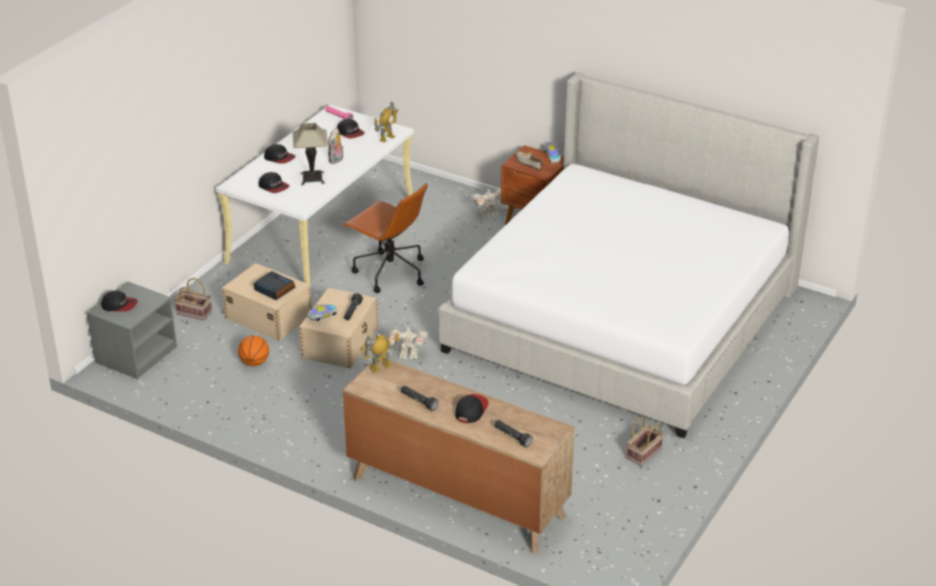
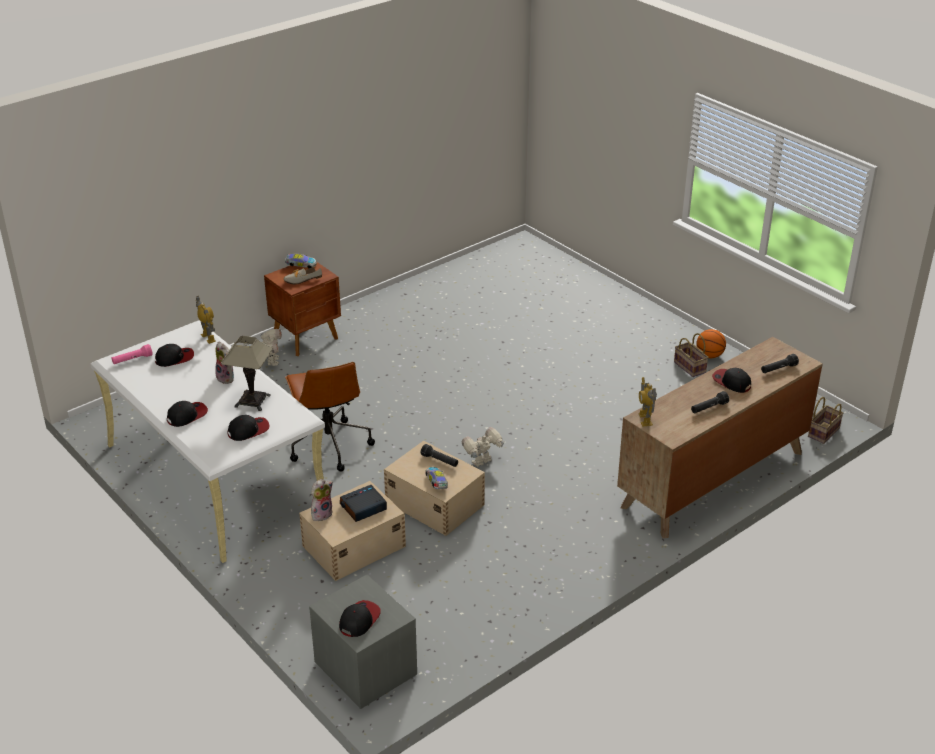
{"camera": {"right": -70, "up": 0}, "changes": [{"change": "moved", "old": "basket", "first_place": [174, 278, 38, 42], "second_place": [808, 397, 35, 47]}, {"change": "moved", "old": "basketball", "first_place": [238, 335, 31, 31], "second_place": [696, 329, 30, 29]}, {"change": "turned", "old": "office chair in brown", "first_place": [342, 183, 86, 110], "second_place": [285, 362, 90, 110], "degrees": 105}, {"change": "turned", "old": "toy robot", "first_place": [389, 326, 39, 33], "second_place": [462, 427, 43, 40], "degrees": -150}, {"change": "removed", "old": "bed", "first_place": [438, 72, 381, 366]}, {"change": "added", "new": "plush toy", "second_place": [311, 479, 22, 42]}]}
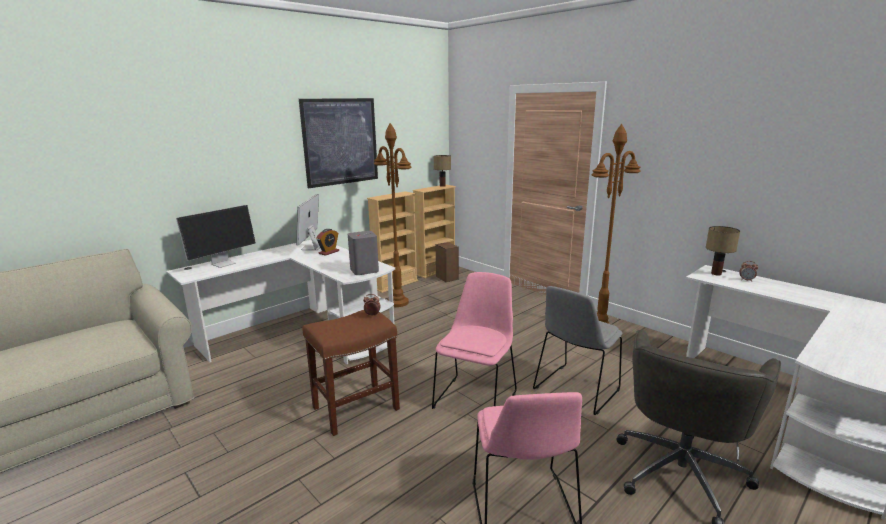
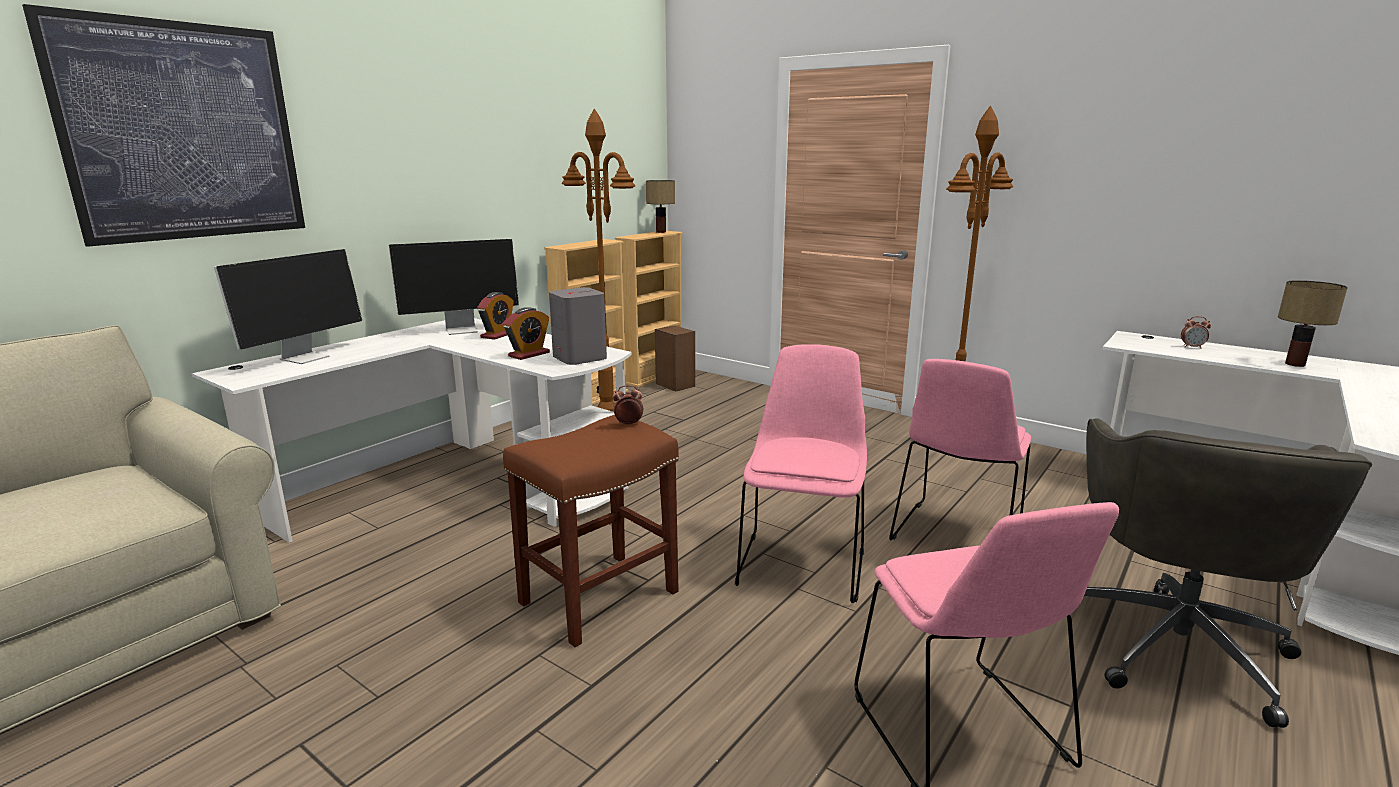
{"camera": {"right": -10, "up": 0}, "changes": [{"change": "turned", "old": "monitor", "first_place": [296, 194, 24, 56], "second_place": [389, 239, 130, 96], "degrees": -105}, {"change": "moved", "old": "picture", "first_place": [299, 98, 79, 90], "second_place": [22, 4, 283, 243]}, {"change": "recoloured", "old": "chair in grey", "new": "chair in pink", "first_place": [533, 286, 89, 129], "second_place": [889, 359, 142, 181]}, {"change": "moved", "old": "table lamp", "first_place": [706, 226, 34, 50], "second_place": [1278, 280, 70, 87]}, {"change": "added", "new": "alarm clock", "second_place": [503, 307, 47, 53]}]}
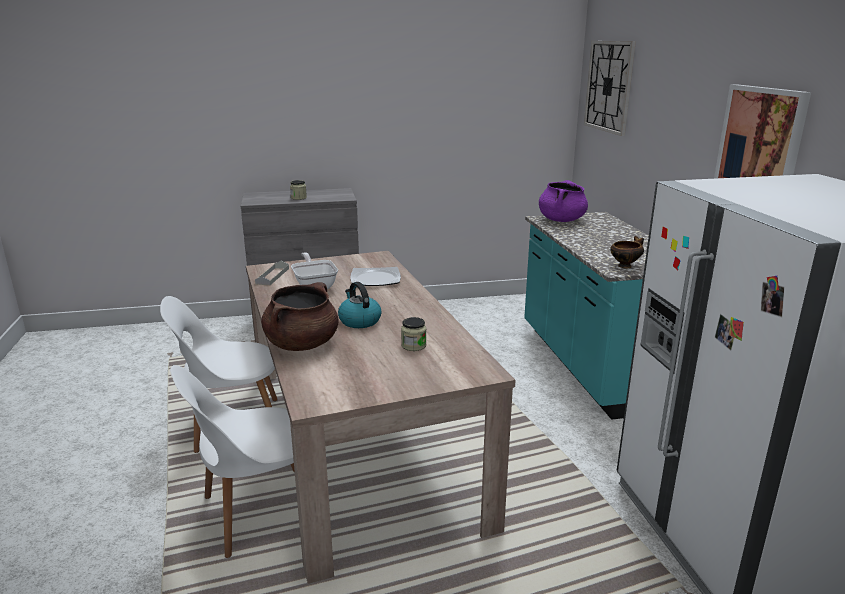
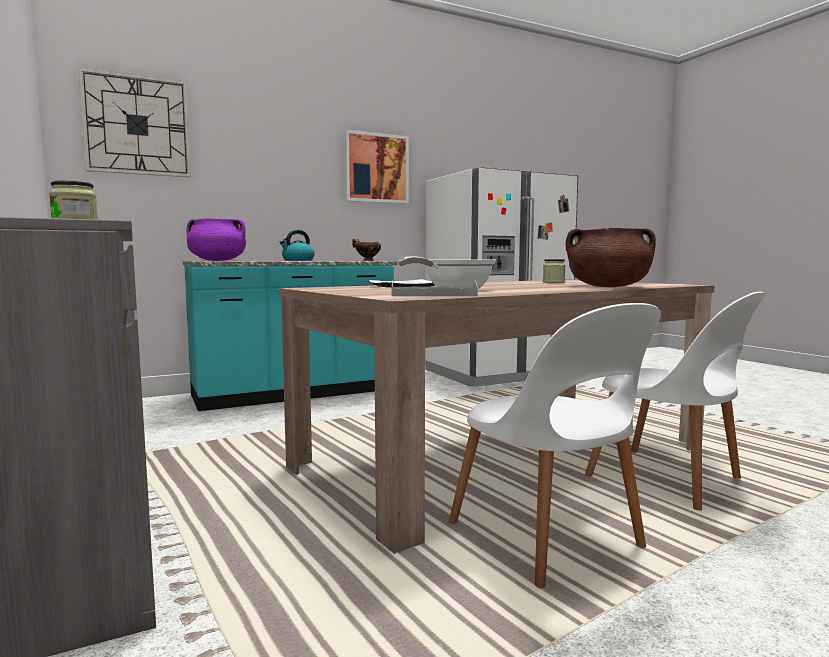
{"camera": {"right": -105, "up": -15}, "changes": [{"change": "moved", "old": "kettle", "first_place": [338, 282, 44, 46], "second_place": [279, 230, 36, 31]}]}
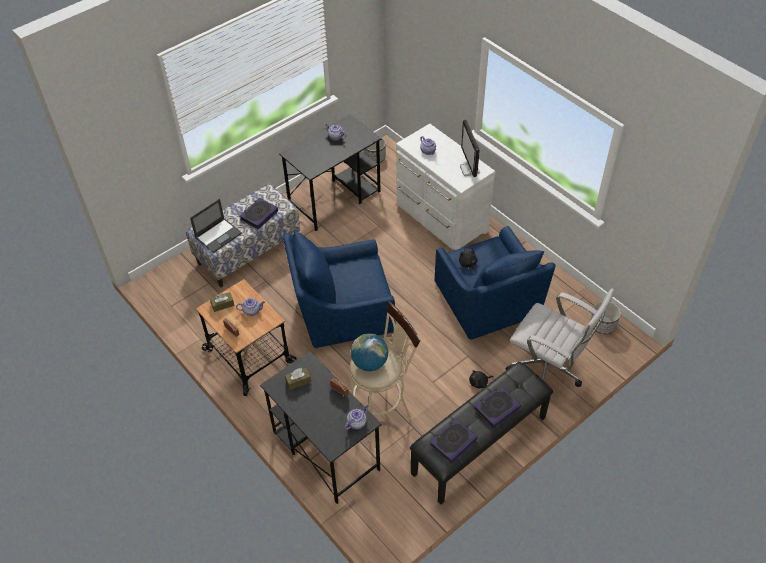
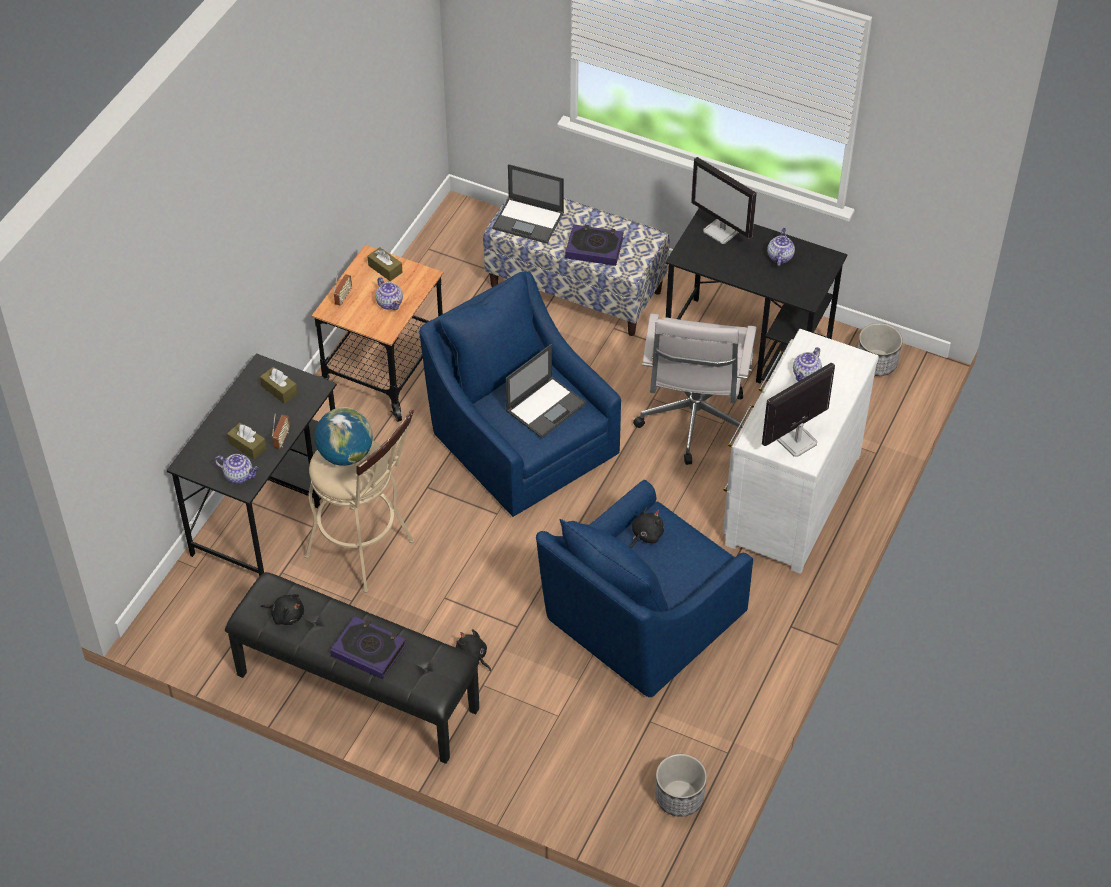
{"camera": {"right": 65, "up": 0}, "changes": [{"change": "replaced", "old": "book", "new": "plush toy in black", "first_place": [429, 418, 48, 46], "second_place": [261, 594, 43, 31]}, {"change": "moved", "old": "office chair in white", "first_place": [506, 288, 108, 99], "second_place": [633, 314, 124, 151]}, {"change": "added", "new": "tissue box in brown", "second_place": [227, 423, 40, 36]}, {"change": "added", "new": "laptop", "second_place": [506, 344, 80, 94]}, {"change": "added", "new": "monitor", "second_place": [691, 157, 66, 87]}]}
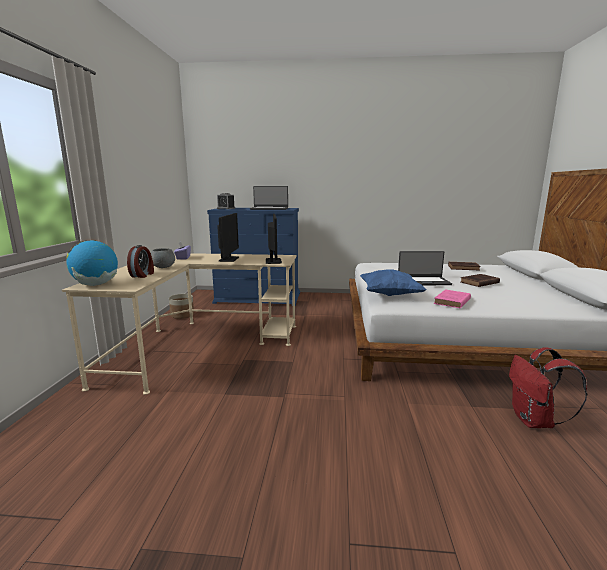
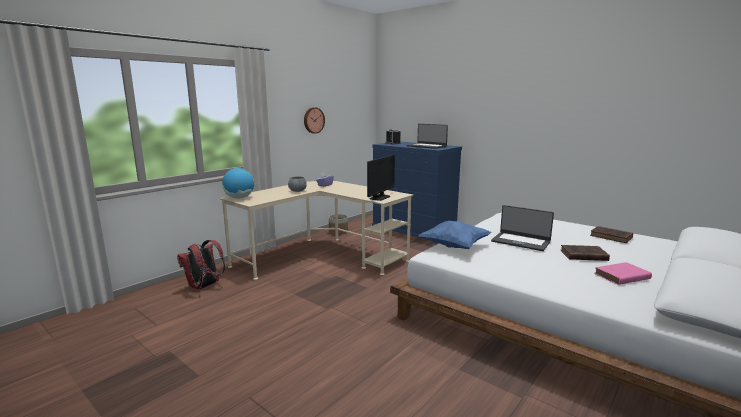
{"camera": {"right": 35, "up": 0}, "changes": [{"change": "removed", "old": "alarm clock", "first_place": [127, 245, 27, 33]}, {"change": "removed", "old": "monitor", "first_place": [217, 213, 22, 49]}, {"change": "moved", "old": "book in pink", "first_place": [434, 290, 37, 18], "second_place": [594, 262, 58, 23]}, {"change": "moved", "old": "backpack in red", "first_place": [509, 347, 78, 81], "second_place": [177, 240, 48, 50]}, {"change": "added", "new": "wall clock", "second_place": [304, 107, 21, 27]}]}
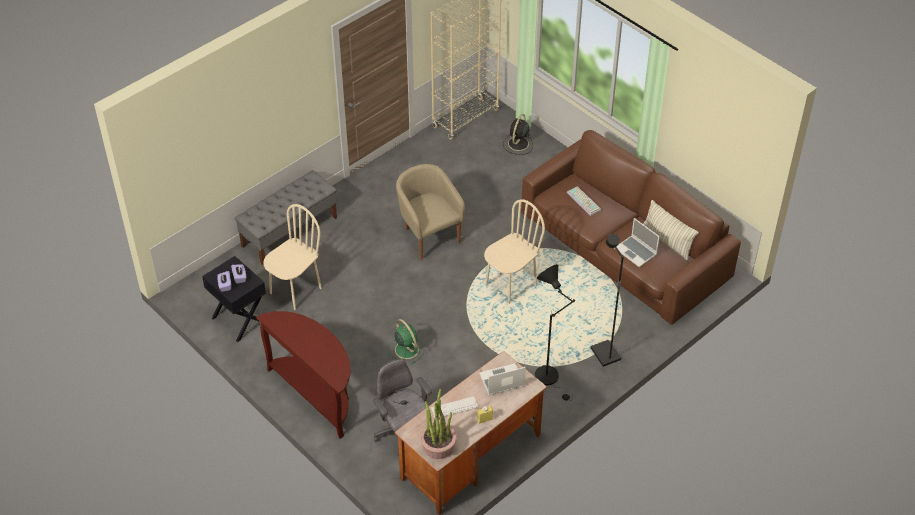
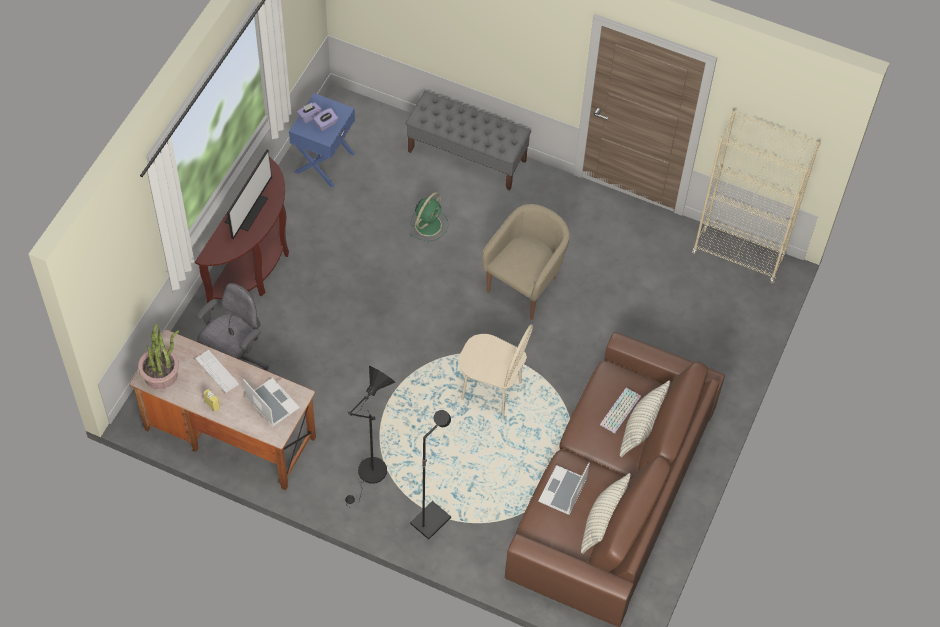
{"camera": {"right": 65, "up": 10}, "changes": [{"change": "recoloured", "old": "nightstand in black", "new": "nightstand in blue", "first_place": [202, 256, 64, 86], "second_place": [289, 93, 66, 94]}, {"change": "removed", "old": "chair in beige", "first_place": [263, 204, 59, 106]}, {"change": "moved", "old": "fan in green", "first_place": [388, 319, 36, 45], "second_place": [411, 192, 37, 49]}, {"change": "removed", "old": "fan in black", "first_place": [503, 114, 30, 41]}, {"change": "added", "new": "monitor", "second_place": [225, 150, 47, 89]}, {"change": "added", "new": "pillow", "second_place": [620, 381, 50, 76]}]}
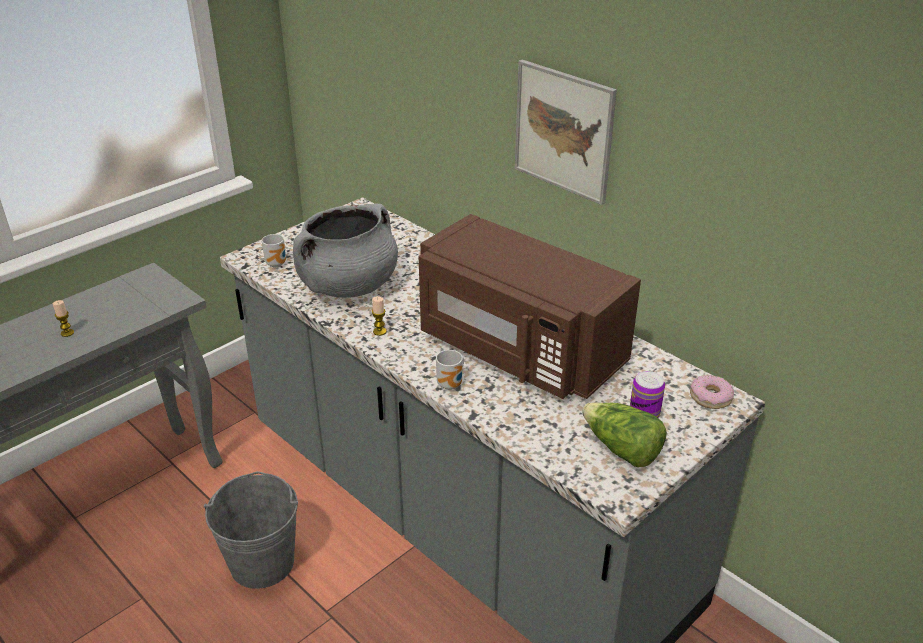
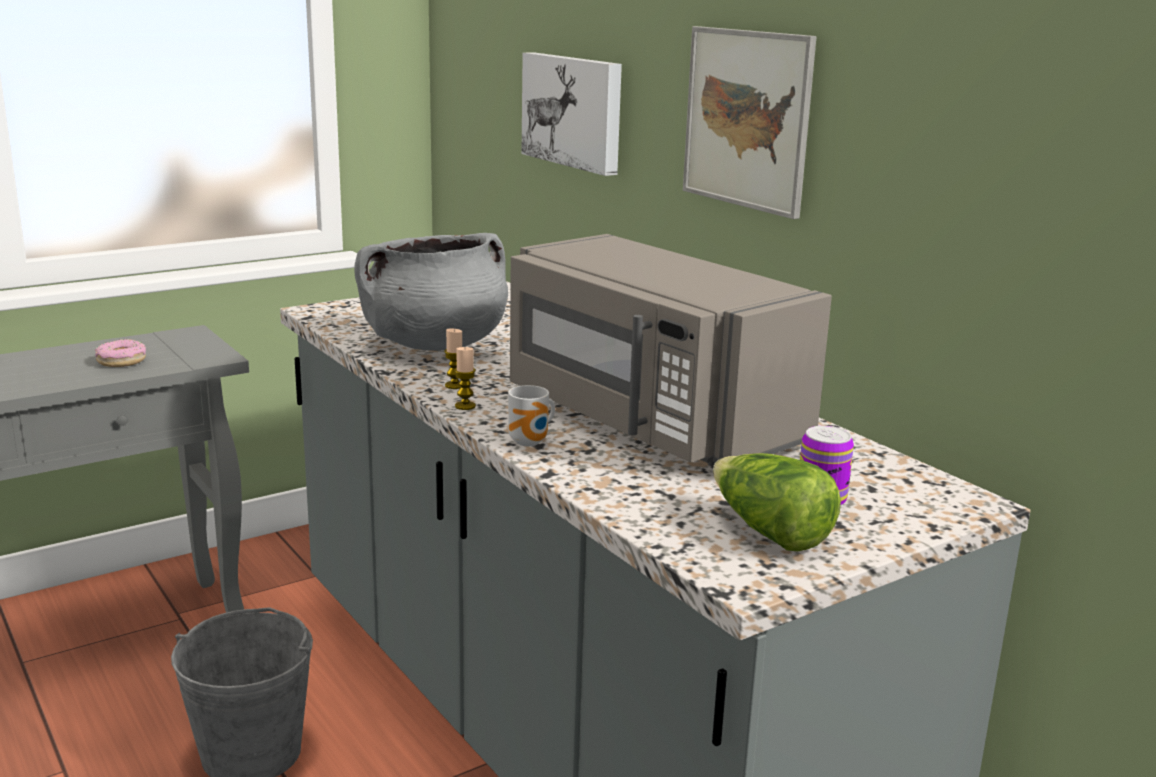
{"camera": {"right": 10, "up": -15}, "changes": [{"change": "moved", "old": "candle", "first_place": [53, 300, 21, 37], "second_place": [455, 347, 21, 63]}, {"change": "removed", "old": "mug", "first_place": [262, 234, 24, 34]}, {"change": "recoloured", "old": "microwave in brown", "new": "microwave in grey", "first_place": [418, 214, 223, 185], "second_place": [510, 234, 322, 232]}, {"change": "moved", "old": "donut", "first_place": [690, 375, 44, 34], "second_place": [95, 339, 51, 28]}, {"change": "added", "new": "picture", "second_place": [522, 52, 100, 124]}]}
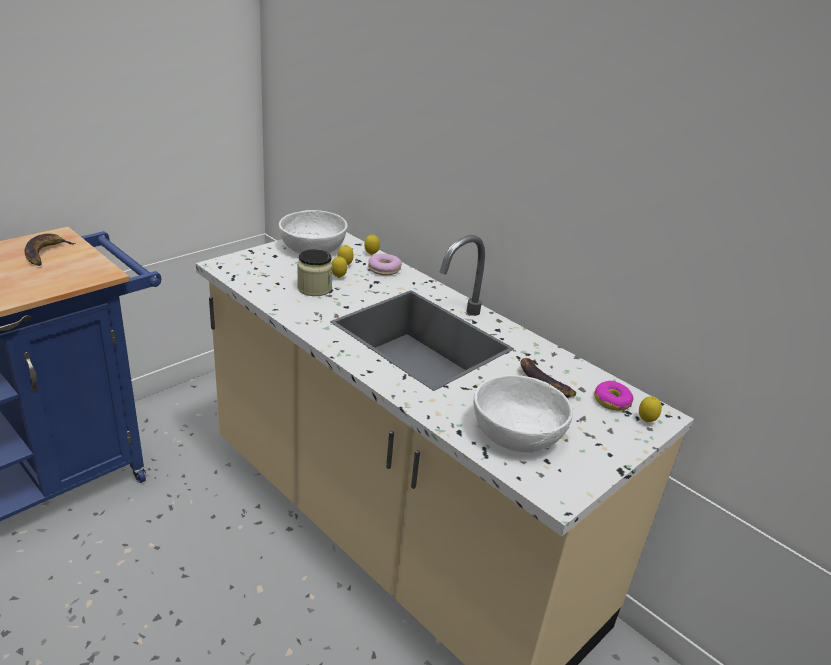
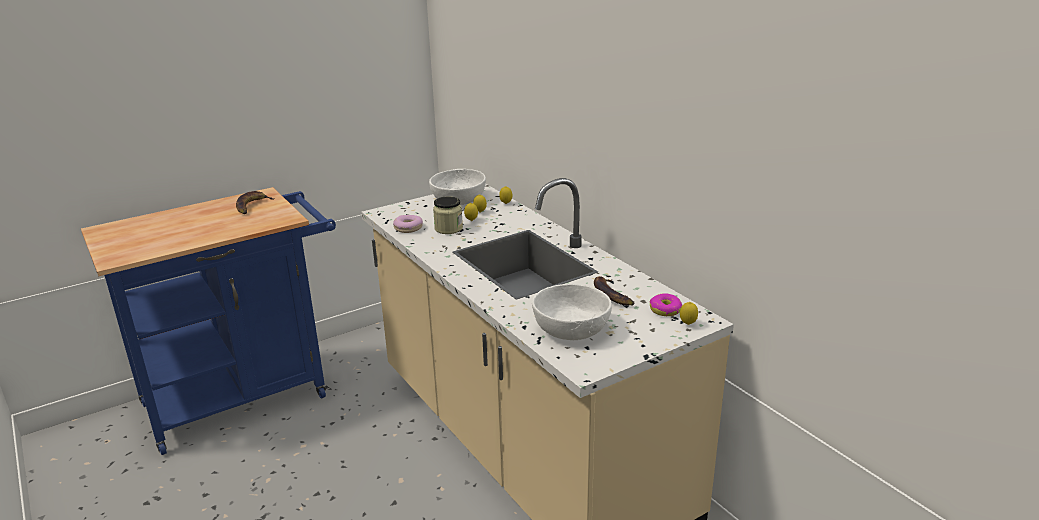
{"camera": {"right": 15, "up": -5}, "changes": [{"change": "moved", "old": "donut", "first_place": [368, 254, 34, 22], "second_place": [393, 215, 30, 18]}]}
